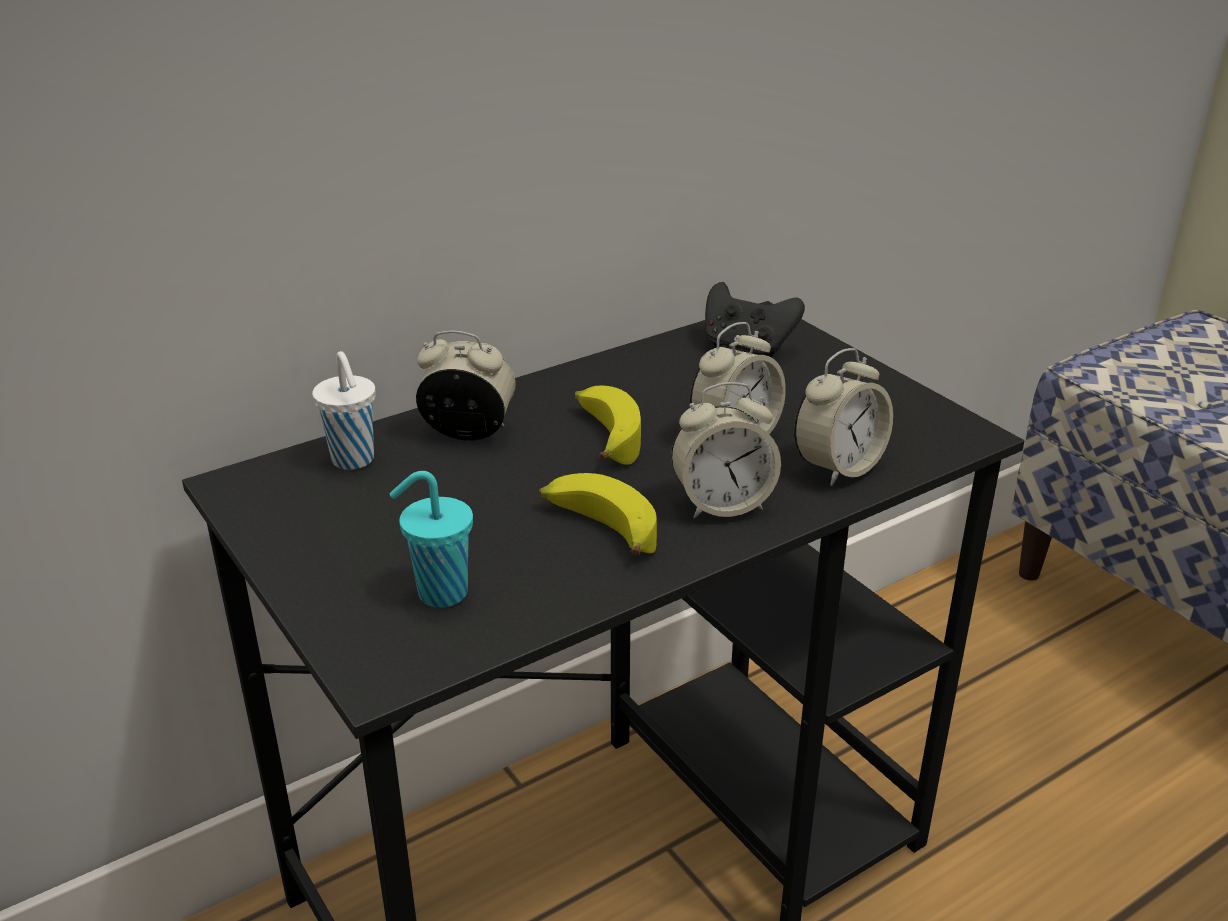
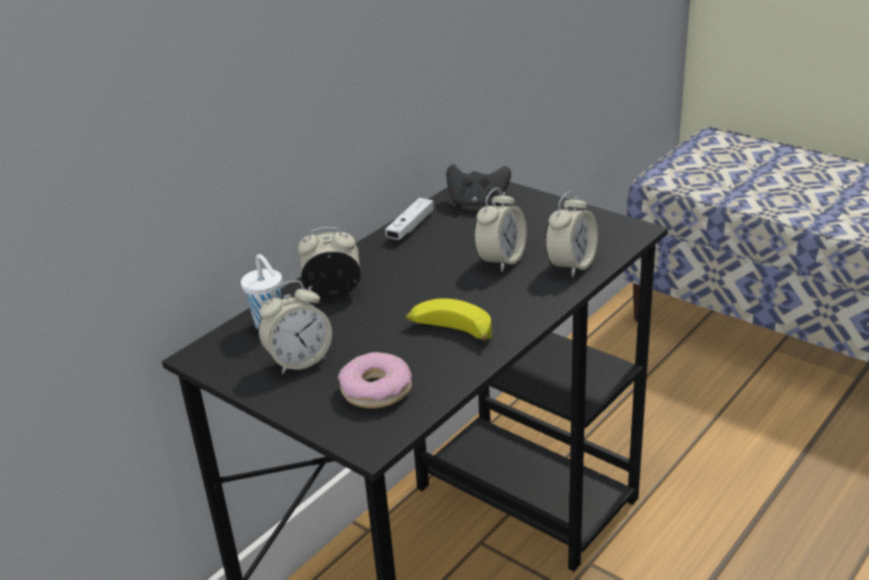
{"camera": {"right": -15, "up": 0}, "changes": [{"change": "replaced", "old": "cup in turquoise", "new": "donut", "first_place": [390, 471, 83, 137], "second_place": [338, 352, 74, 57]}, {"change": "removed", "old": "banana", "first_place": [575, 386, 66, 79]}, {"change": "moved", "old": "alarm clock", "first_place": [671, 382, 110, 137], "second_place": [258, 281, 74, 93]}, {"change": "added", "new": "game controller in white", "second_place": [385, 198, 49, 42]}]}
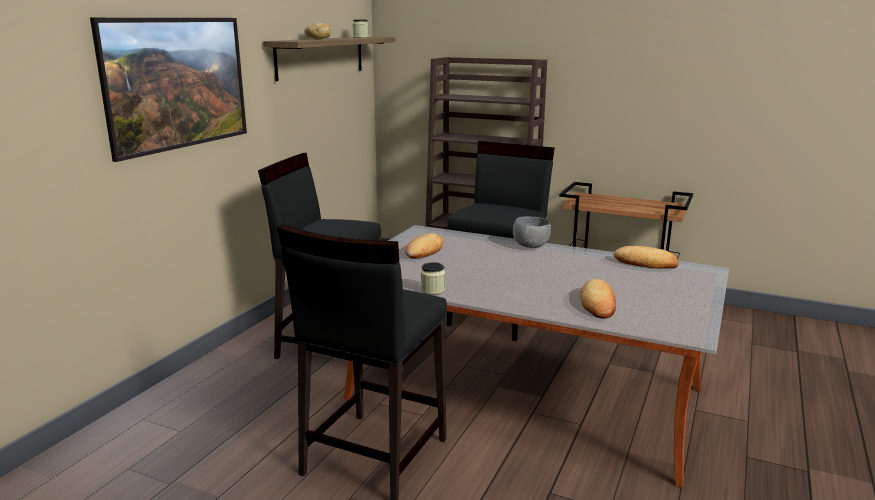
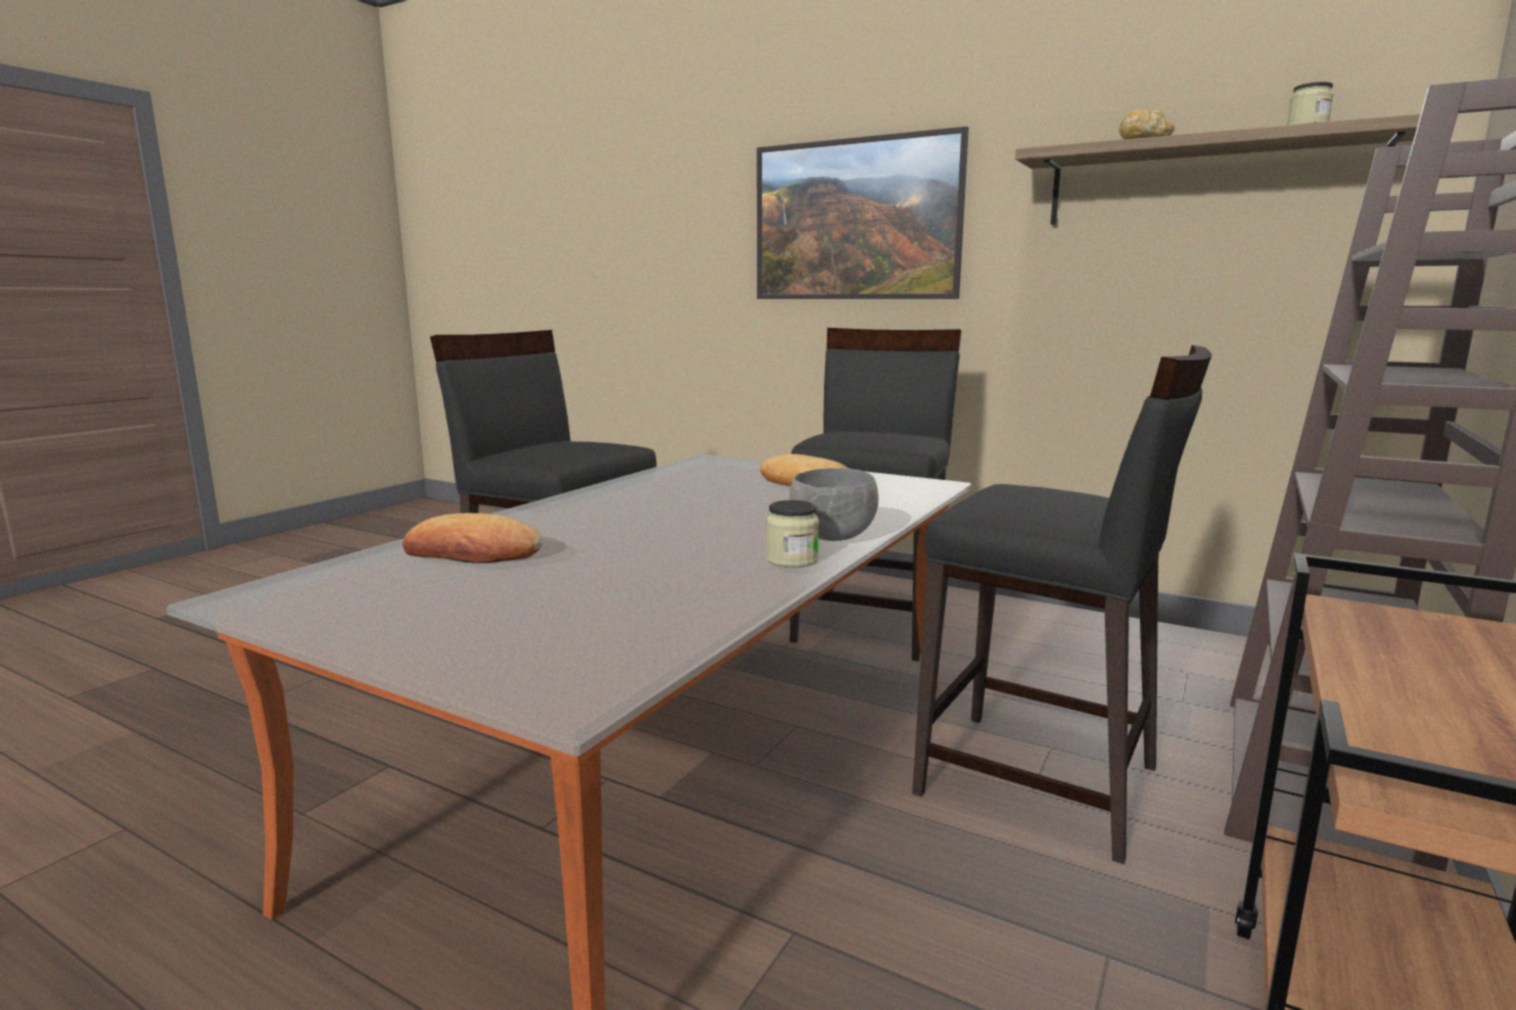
{"camera": {"right": 95, "up": -5}, "changes": [{"change": "moved", "old": "jar", "first_place": [421, 262, 24, 33], "second_place": [766, 500, 53, 67]}, {"change": "removed", "old": "bread", "first_place": [613, 246, 66, 22]}]}
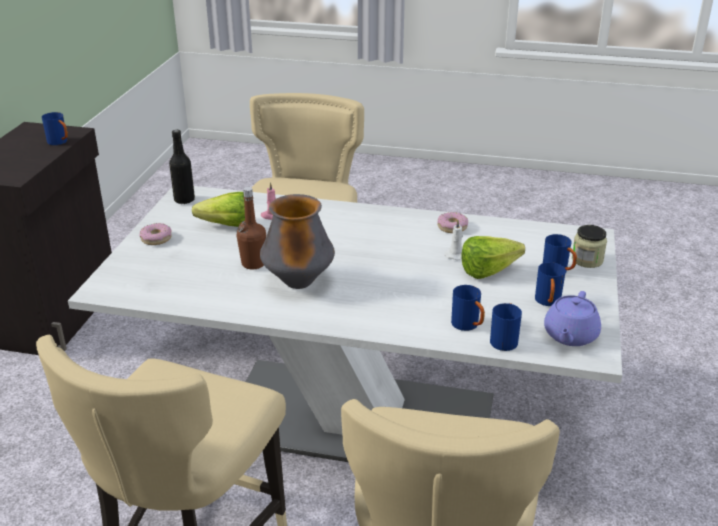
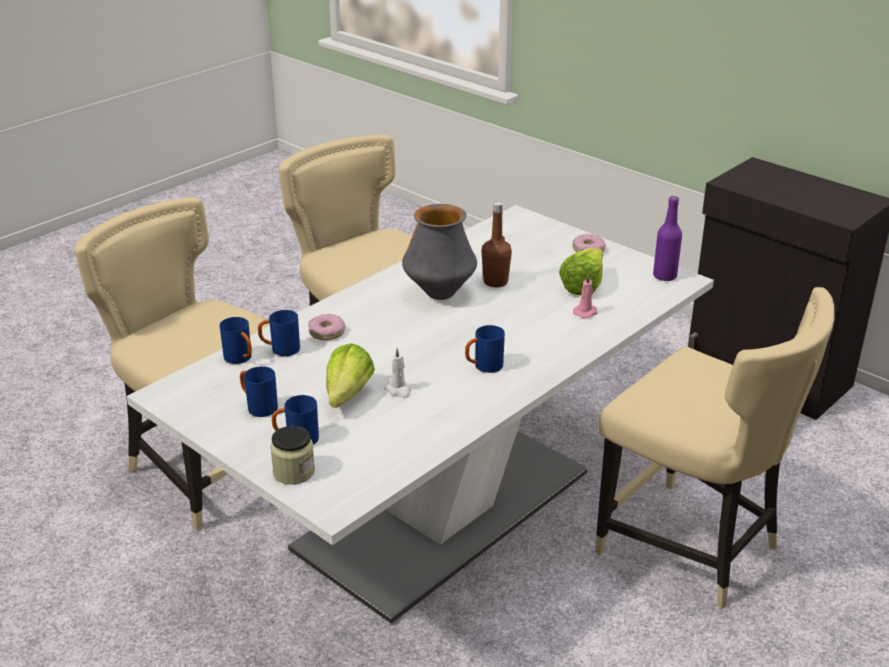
{"camera": {"right": 120, "up": 0}, "changes": [{"change": "moved", "old": "mug in blue", "first_place": [42, 112, 26, 33], "second_place": [465, 325, 40, 48]}, {"change": "recoloured", "old": "bottle in black", "new": "bottle in purple", "first_place": [169, 130, 26, 74], "second_place": [653, 196, 29, 85]}, {"change": "moved", "old": "donut", "first_place": [438, 212, 30, 21], "second_place": [308, 314, 37, 26]}, {"change": "removed", "old": "teapot in purple", "first_place": [544, 291, 57, 55]}]}
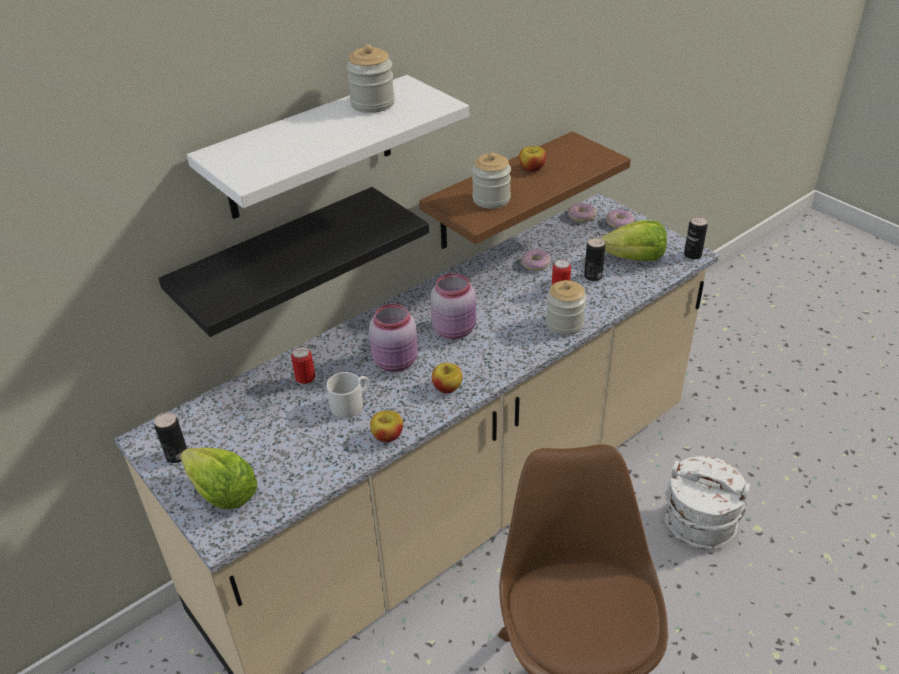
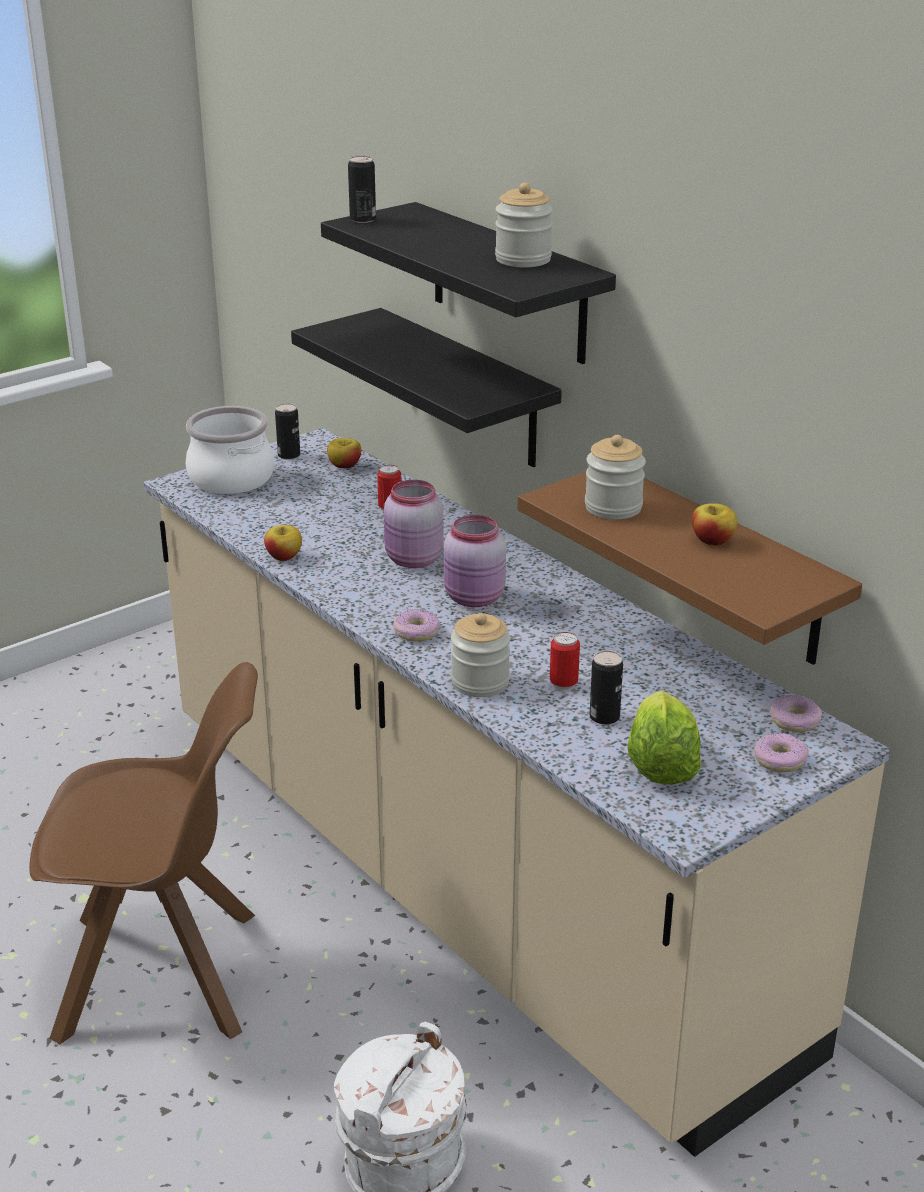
{"camera": {"right": 90, "up": -10}, "changes": [{"change": "replaced", "old": "lettuce", "new": "cooking pot", "first_place": [180, 448, 77, 61], "second_place": [186, 406, 88, 88]}, {"change": "recoloured", "old": "shelf in white", "new": "shelf in black", "first_place": [187, 75, 282, 144], "second_place": [321, 202, 295, 162]}, {"change": "removed", "old": "mug in white", "first_place": [326, 372, 43, 46]}, {"change": "moved", "old": "apple", "first_place": [432, 363, 30, 30], "second_place": [327, 438, 34, 30]}, {"change": "moved", "old": "donut", "first_place": [521, 249, 30, 22], "second_place": [393, 609, 47, 33]}, {"change": "moved", "old": "can", "first_place": [684, 216, 24, 43], "second_place": [348, 156, 28, 67]}]}
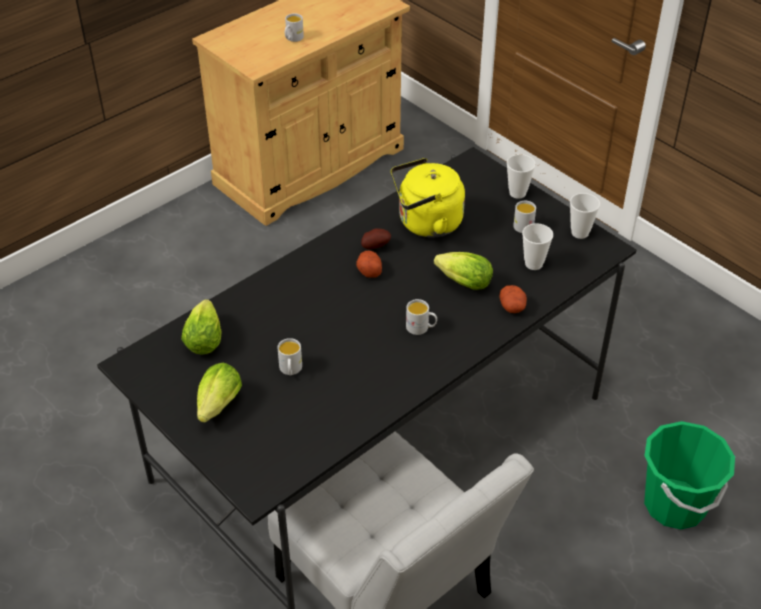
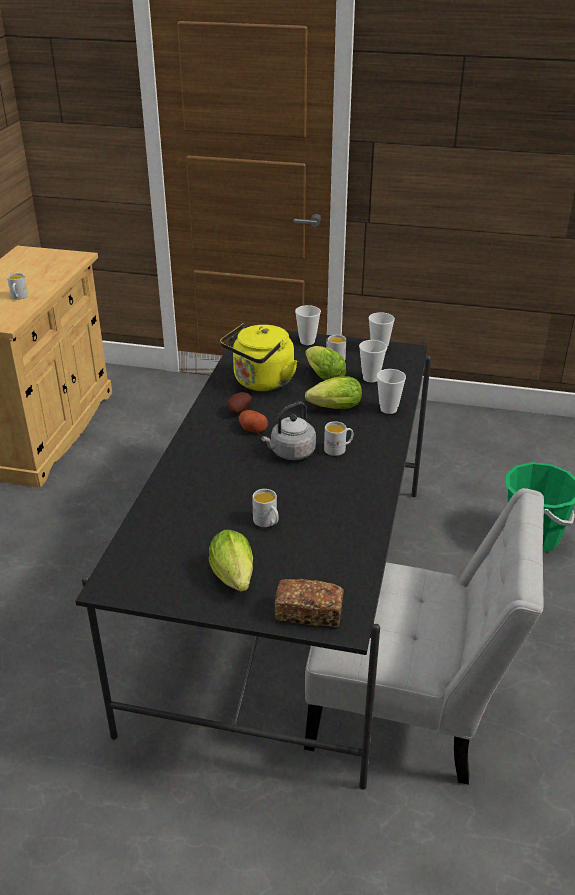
{"camera": {"right": -35, "up": -10}, "changes": [{"change": "moved", "old": "lettuce", "first_place": [181, 299, 41, 56], "second_place": [305, 346, 41, 35]}, {"change": "replaced", "old": "potato", "new": "cup", "first_place": [499, 285, 28, 28], "second_place": [377, 369, 29, 45]}, {"change": "added", "new": "kettle in grey", "second_place": [261, 402, 55, 58]}, {"change": "added", "new": "bread", "second_place": [275, 579, 69, 48]}]}
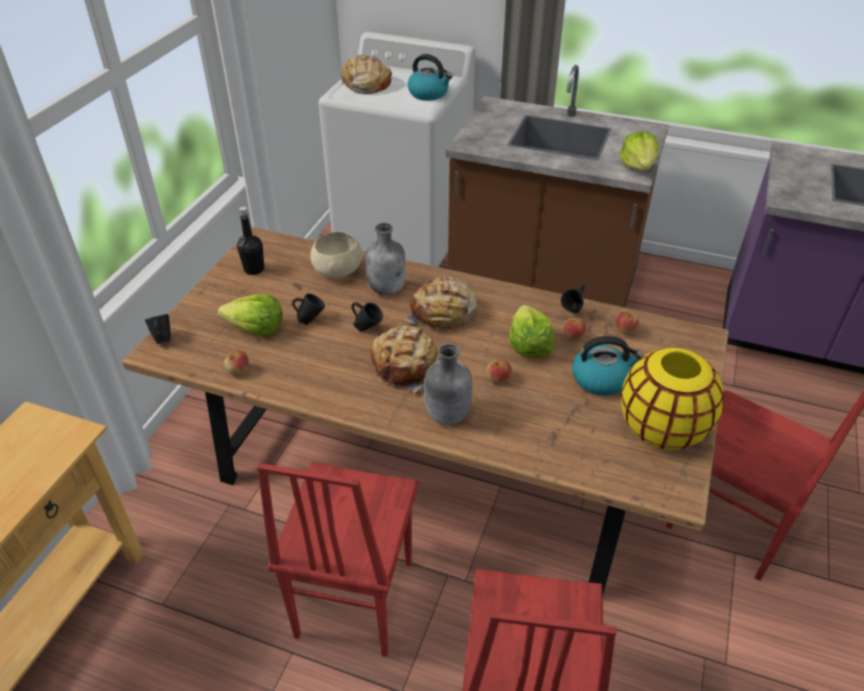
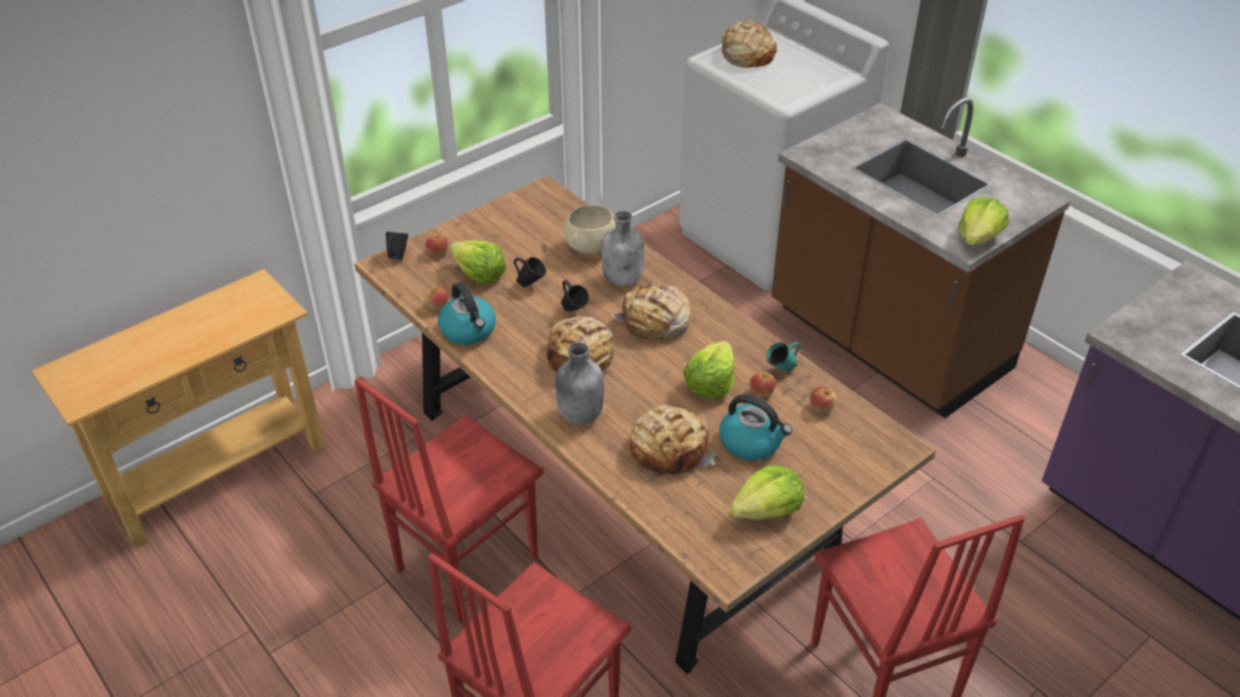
{"camera": {"right": 30, "up": 0}, "changes": [{"change": "removed", "old": "bottle in black", "first_place": [237, 207, 27, 68]}, {"change": "moved", "old": "kettle", "first_place": [407, 54, 46, 47], "second_place": [438, 282, 58, 63]}, {"change": "moved", "old": "apple", "first_place": [486, 359, 26, 25], "second_place": [425, 234, 23, 22]}, {"change": "recoloured", "old": "mug in black", "new": "mug in turquoise", "first_place": [561, 284, 24, 29], "second_place": [767, 342, 34, 30]}, {"change": "replaced", "old": "vase in yellow", "new": "lettuce", "first_place": [621, 348, 102, 102], "second_place": [730, 464, 74, 56]}, {"change": "added", "new": "bread", "second_place": [629, 405, 86, 70]}]}
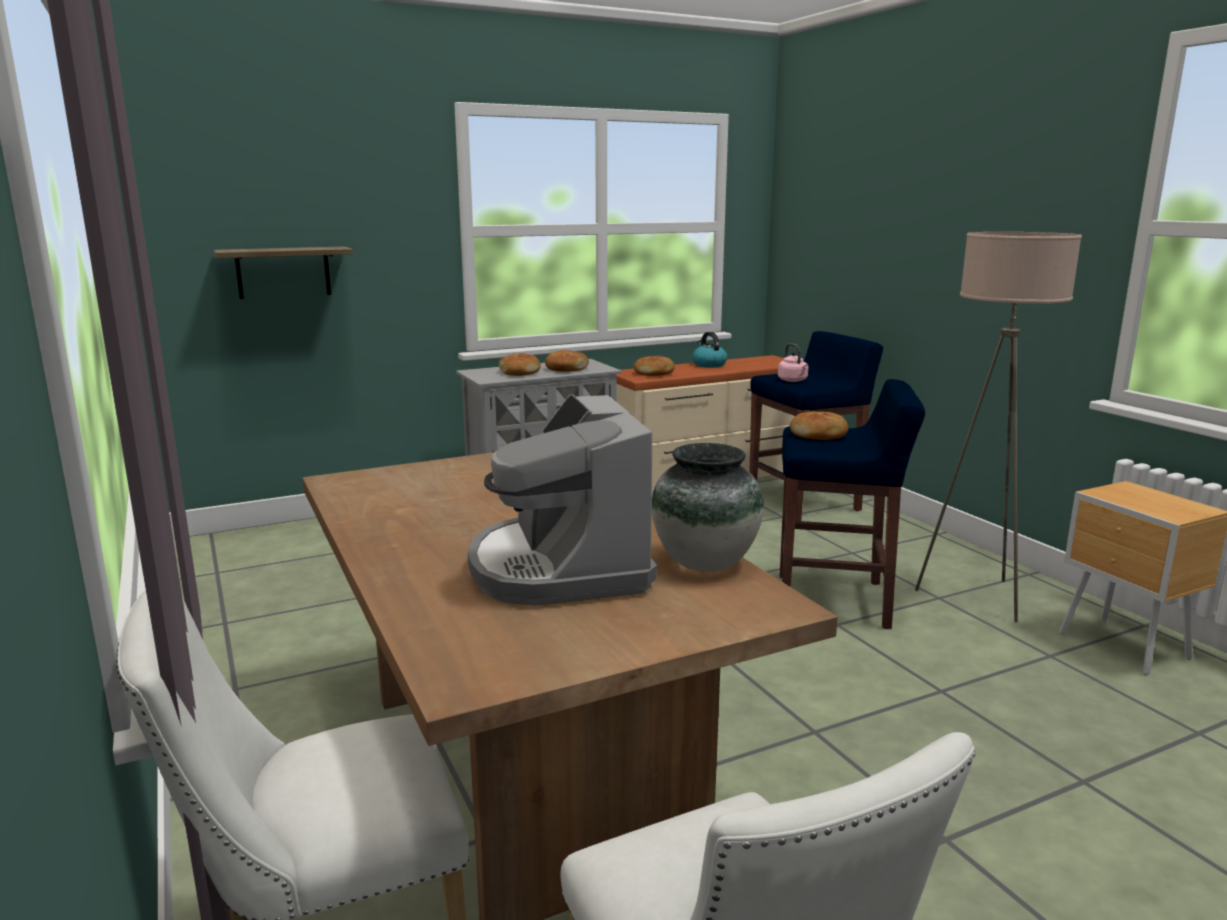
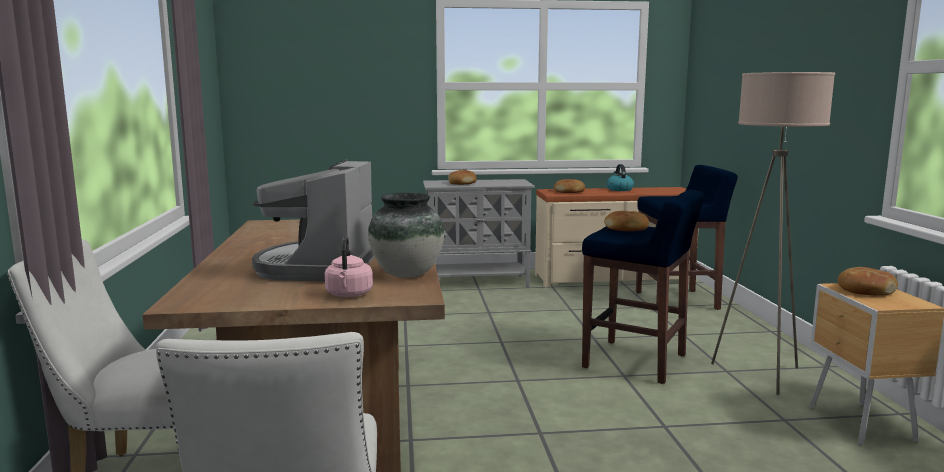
{"camera": {"right": 20, "up": -5}, "changes": [{"change": "removed", "old": "shelf", "first_place": [214, 246, 139, 53]}, {"change": "moved", "old": "bread", "first_place": [545, 350, 44, 21], "second_place": [838, 267, 60, 29]}, {"change": "moved", "old": "kettle in pink", "first_place": [778, 343, 30, 39], "second_place": [325, 236, 48, 61]}]}
